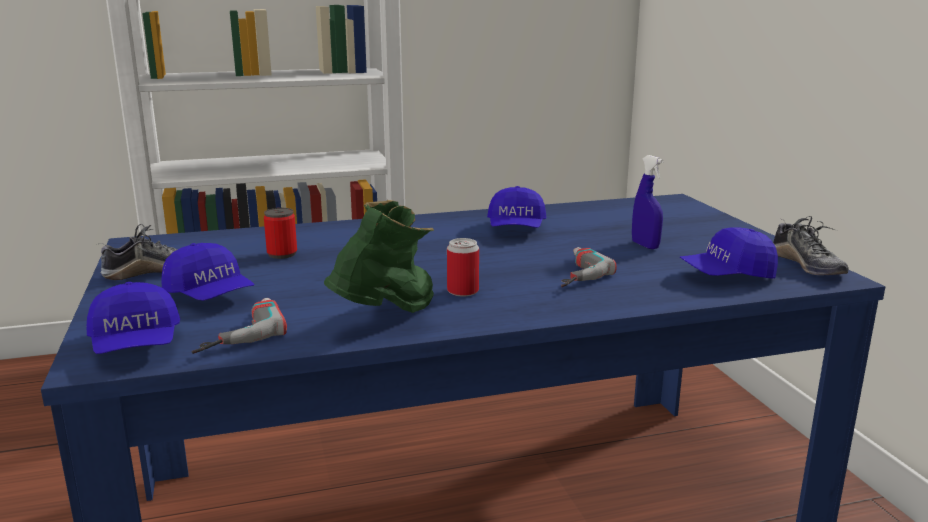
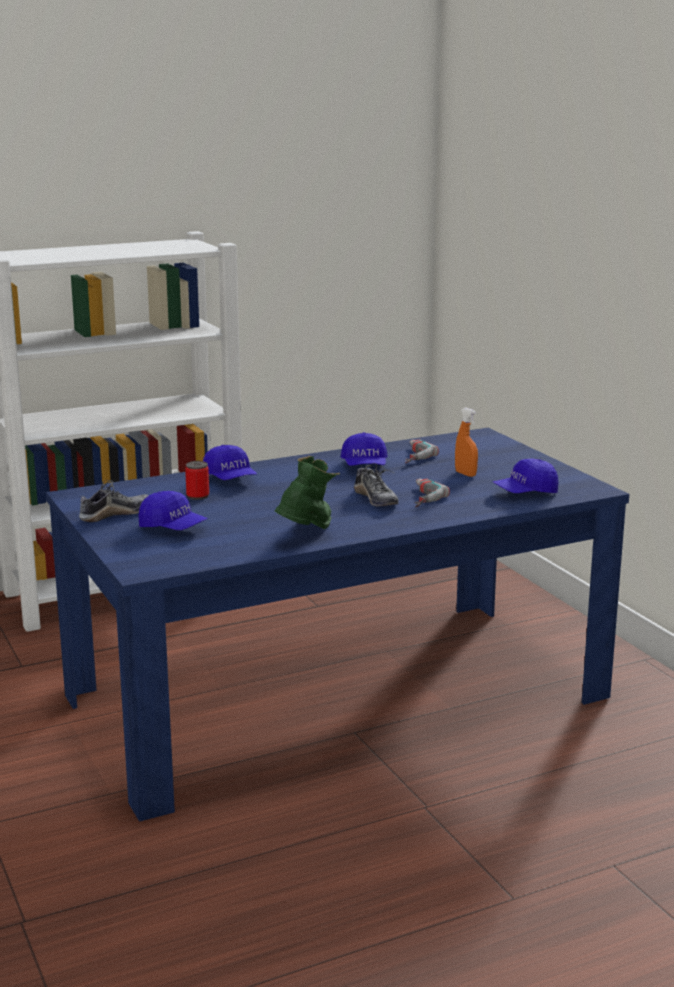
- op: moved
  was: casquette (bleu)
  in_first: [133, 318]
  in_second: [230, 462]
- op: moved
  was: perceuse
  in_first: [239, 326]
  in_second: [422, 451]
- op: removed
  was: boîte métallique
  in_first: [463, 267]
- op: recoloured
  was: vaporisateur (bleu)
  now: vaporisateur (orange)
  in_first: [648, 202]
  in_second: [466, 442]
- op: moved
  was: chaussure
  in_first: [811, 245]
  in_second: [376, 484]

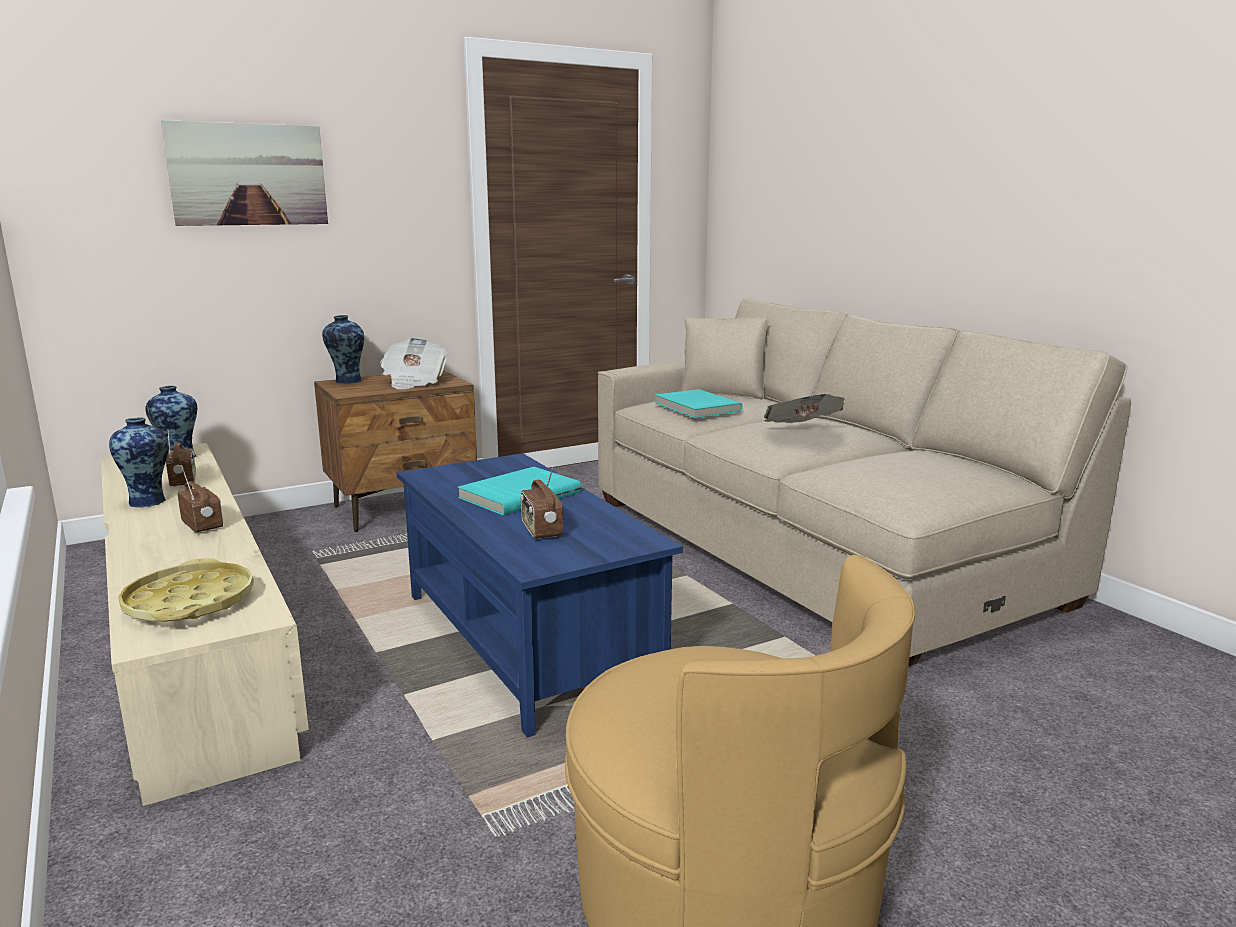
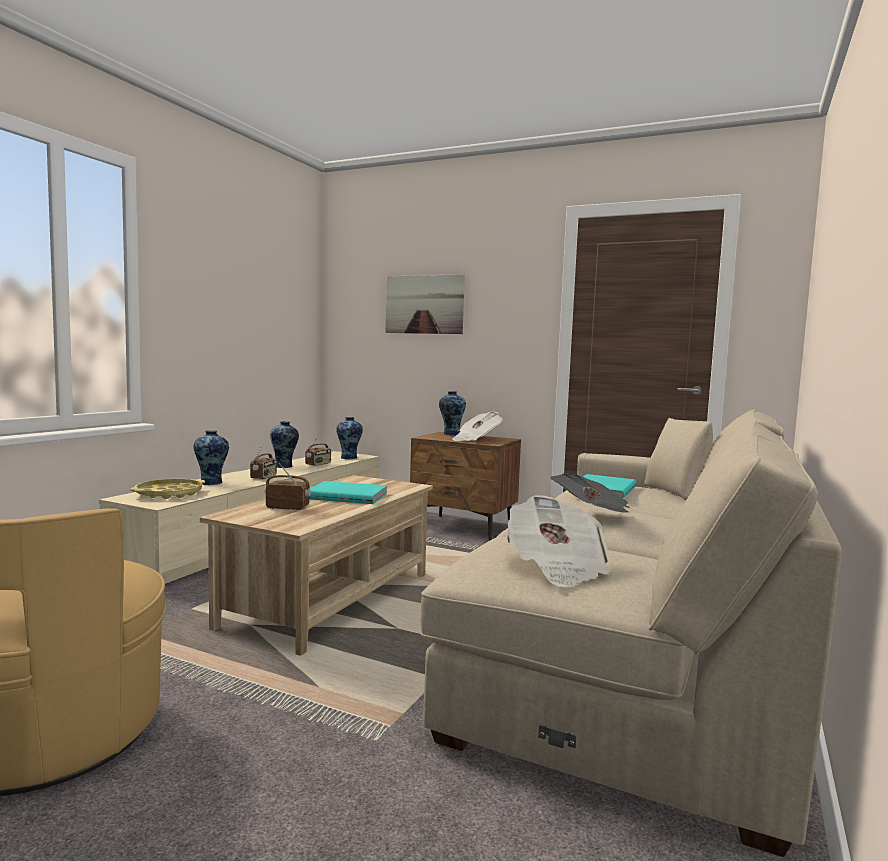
- op: recoloured
  was: table basse (bleu)
  now: table basse (beige)
  in_first: [539, 595]
  in_second: [316, 565]
- op: turned
  was: radio
  in_first: [541, 503]
  in_second: [287, 487]
  clockwise: 60
- op: added
  now: vase
  in_second: [211, 457]
- op: added
  now: journal
  in_second: [558, 541]

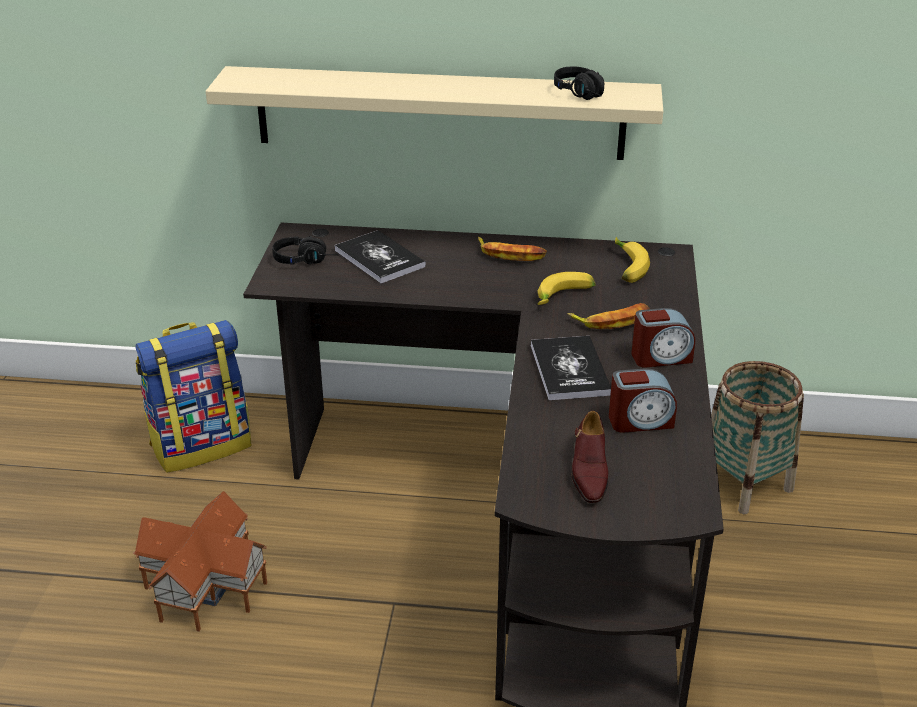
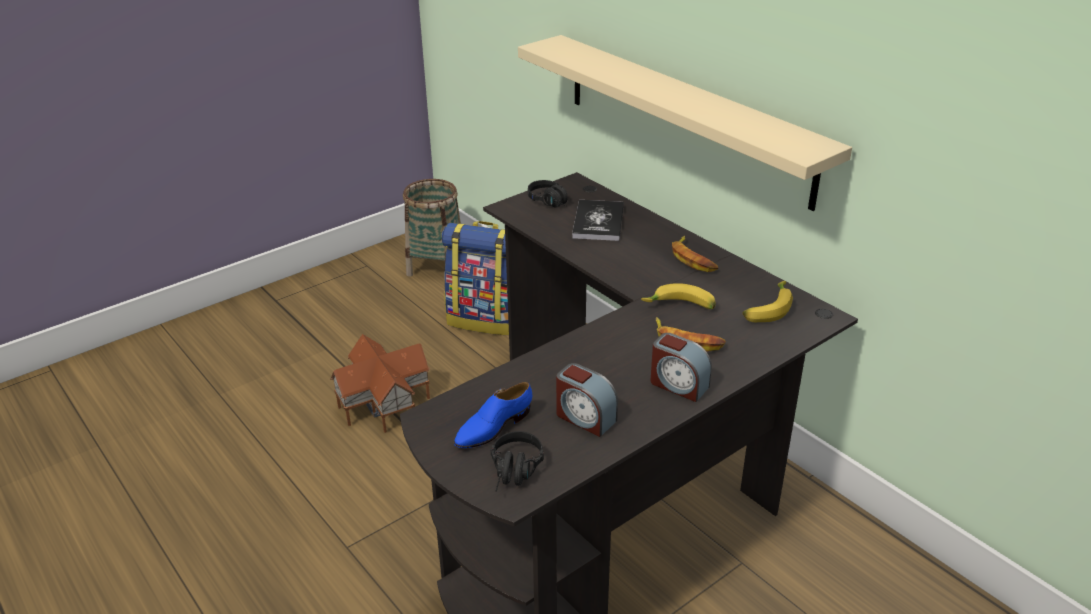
- op: removed
  was: livre
  in_first: [571, 368]
- op: moved
  was: casque audio (noir)
  in_first: [579, 83]
  in_second: [517, 461]
- op: recoloured
  was: chaussure (marron)
  now: chaussure (bleu)
  in_first: [590, 457]
  in_second: [493, 415]
- op: moved
  was: panier
  in_first: [757, 437]
  in_second: [432, 228]

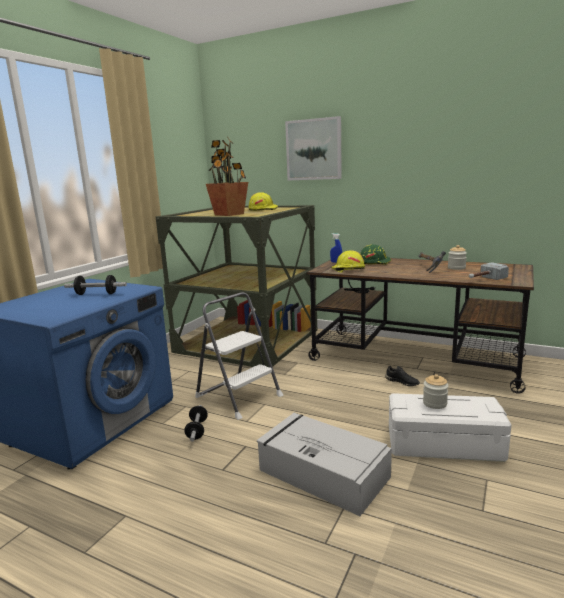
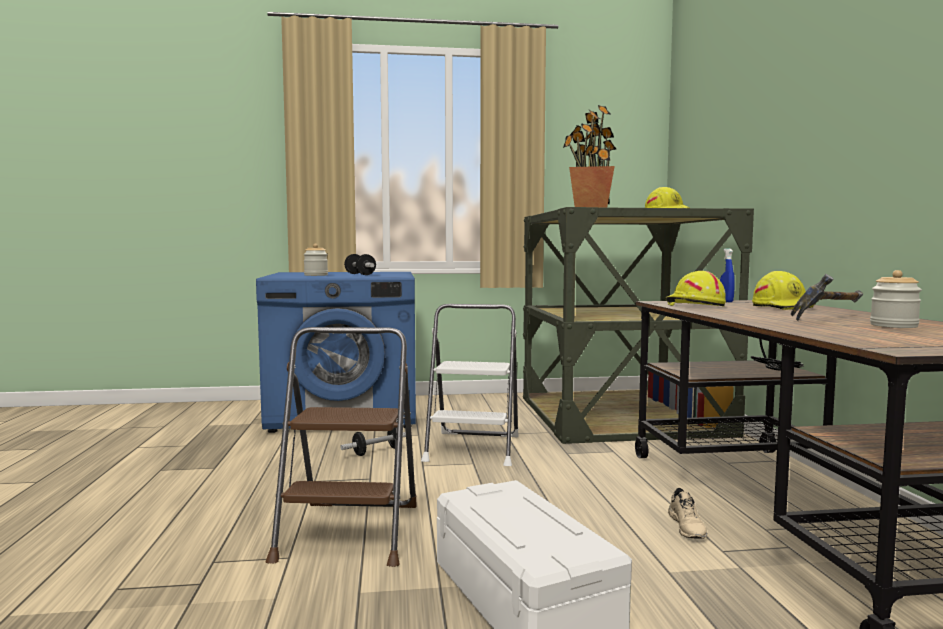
- op: replaced
  was: boîte de rangement (gris)
  now: escabeau (marron)
  in_first: [324, 464]
  in_second: [341, 447]
- op: removed
  was: tableau
  in_first: [313, 148]
- op: recoloured
  was: casque de chantier (vert)
  now: casque de chantier (jaune)
  in_first: [375, 255]
  in_second: [784, 290]
- op: recoloured
  was: chaussure (noir)
  now: chaussure (beige)
  in_first: [402, 376]
  in_second: [687, 513]
- op: moved
  was: bocal
  in_first: [436, 391]
  in_second: [316, 260]
- op: removed
  was: marteau
  in_first: [489, 271]

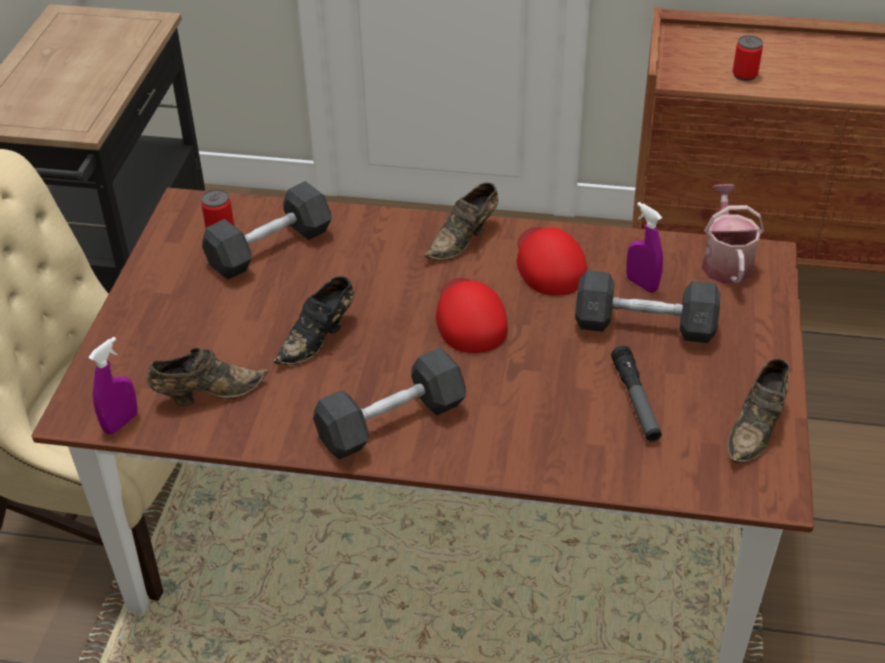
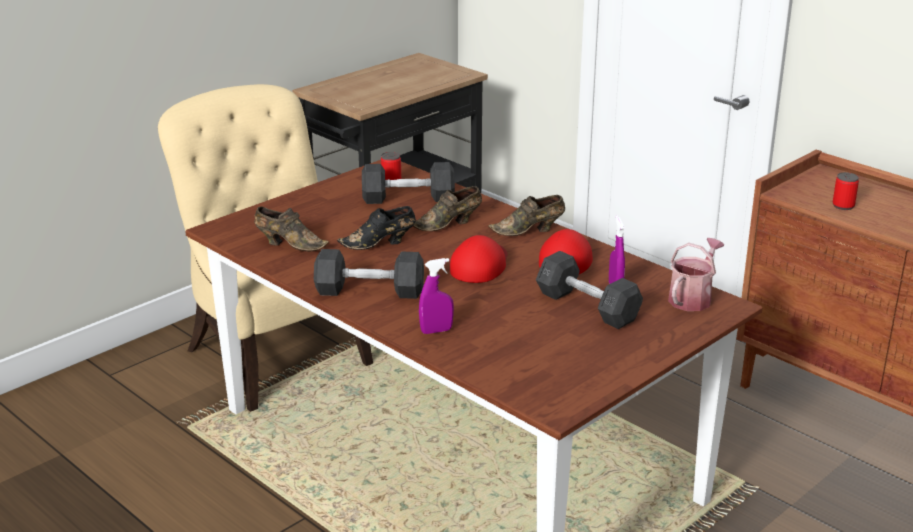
- op: moved
  was: vaporisateur (violet)
  in_first: [113, 385]
  in_second: [436, 296]
- op: removed
  was: lampe de poche
  in_first: [636, 394]
- op: moved
  was: chaussure (marron)
  in_first: [758, 411]
  in_second: [447, 208]

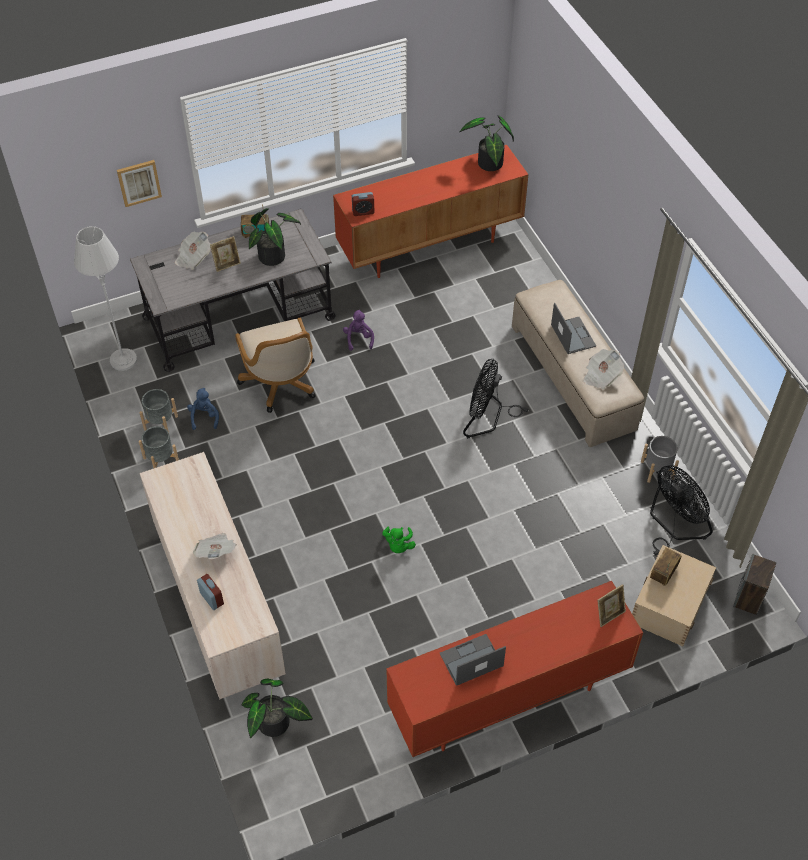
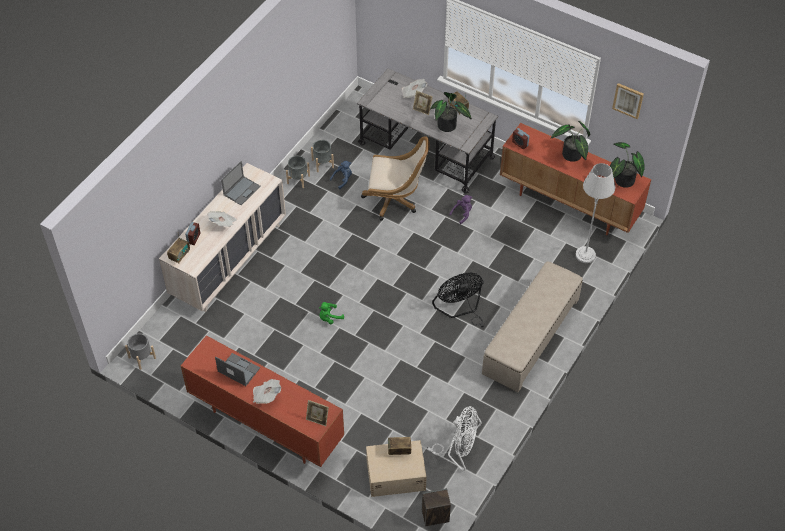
- op: moved
  was: lampadaire (gris)
  in_first: [105, 298]
  in_second: [595, 213]
- op: moved
  was: tableau
  in_first: [139, 183]
  in_second: [628, 101]
- op: turned
  was: chaise de bureau
  in_first: [275, 365]
  in_second: [395, 178]
  clockwise: -120
- op: moved
  was: plante en pot
  in_first: [277, 708]
  in_second: [570, 141]
- op: moved
  was: ordinateur portable
  in_first: [573, 328]
  in_second: [241, 183]
- op: moved
  was: journal
  in_first: [603, 369]
  in_second: [267, 391]
- op: moved
  was: cache-pot (gris)
  in_first: [660, 459]
  in_second: [140, 351]
- op: recoloured
  was: ventilateur (noir)
  now: ventilateur (blanc)
  in_first: [681, 510]
  in_second: [454, 439]
- op: added
  now: radio
  in_second: [178, 249]

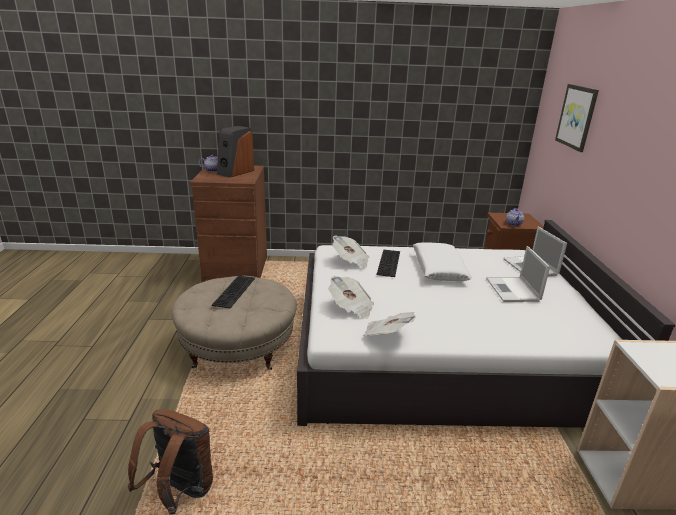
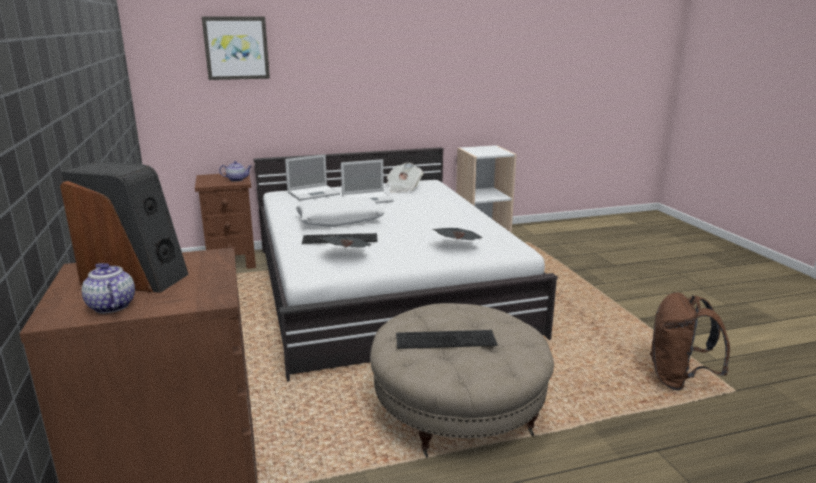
- op: moved
  was: journal
  in_first: [389, 324]
  in_second: [405, 178]

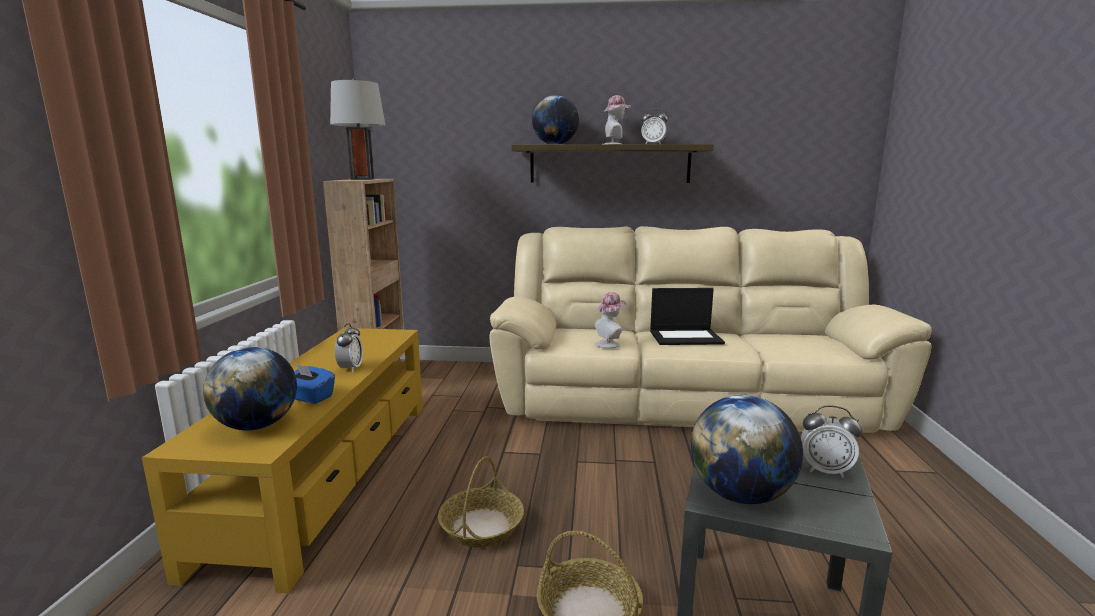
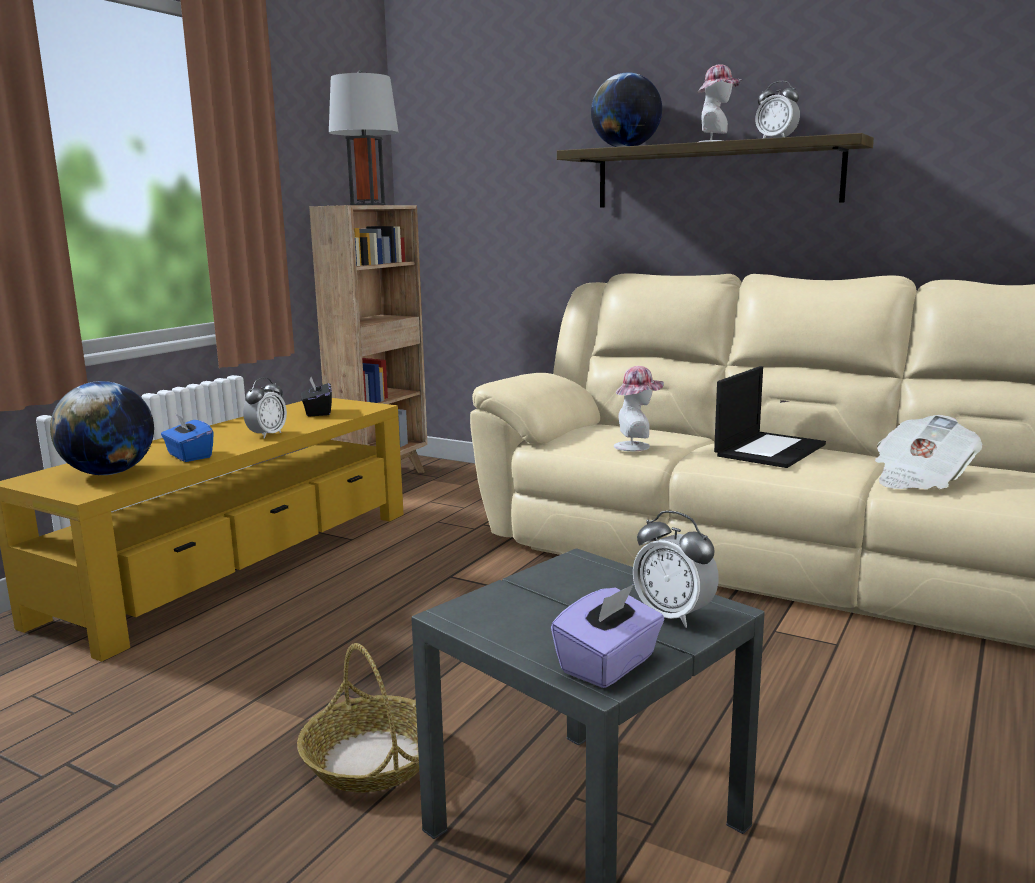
- op: removed
  was: panier
  in_first: [481, 502]
- op: turned
  was: ordinateur portable
  in_first: [687, 316]
  in_second: [770, 417]
  clockwise: -75
- op: removed
  was: globe
  in_first: [746, 449]
- op: added
  now: boîte à mouchoirs (noir)
  in_second: [316, 397]
- op: added
  now: boîte à mouchoirs (violet)
  in_second: [608, 636]
- op: added
  now: journal
  in_second: [928, 452]

